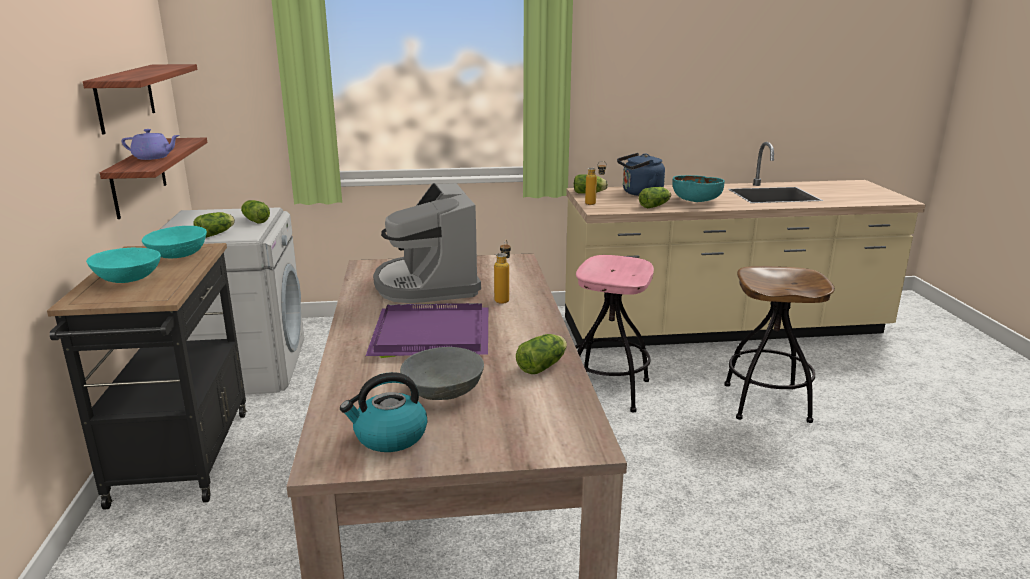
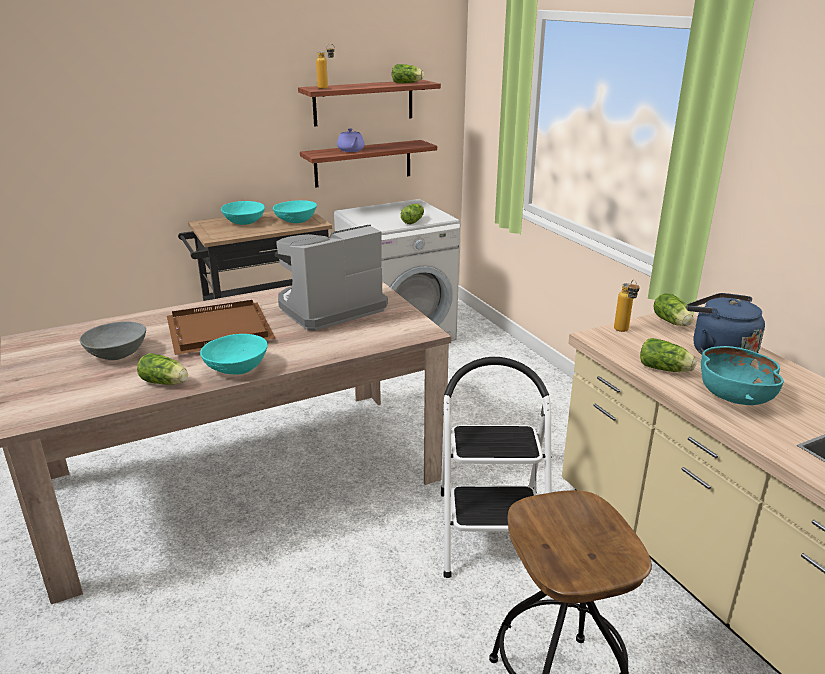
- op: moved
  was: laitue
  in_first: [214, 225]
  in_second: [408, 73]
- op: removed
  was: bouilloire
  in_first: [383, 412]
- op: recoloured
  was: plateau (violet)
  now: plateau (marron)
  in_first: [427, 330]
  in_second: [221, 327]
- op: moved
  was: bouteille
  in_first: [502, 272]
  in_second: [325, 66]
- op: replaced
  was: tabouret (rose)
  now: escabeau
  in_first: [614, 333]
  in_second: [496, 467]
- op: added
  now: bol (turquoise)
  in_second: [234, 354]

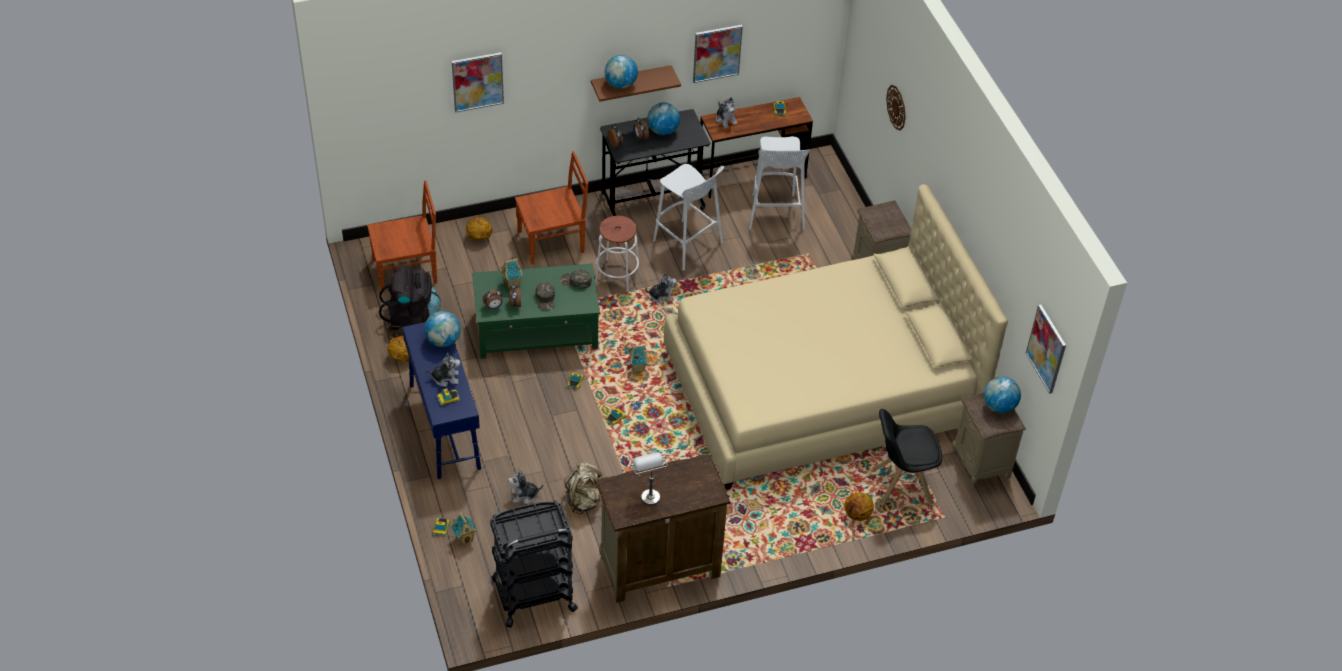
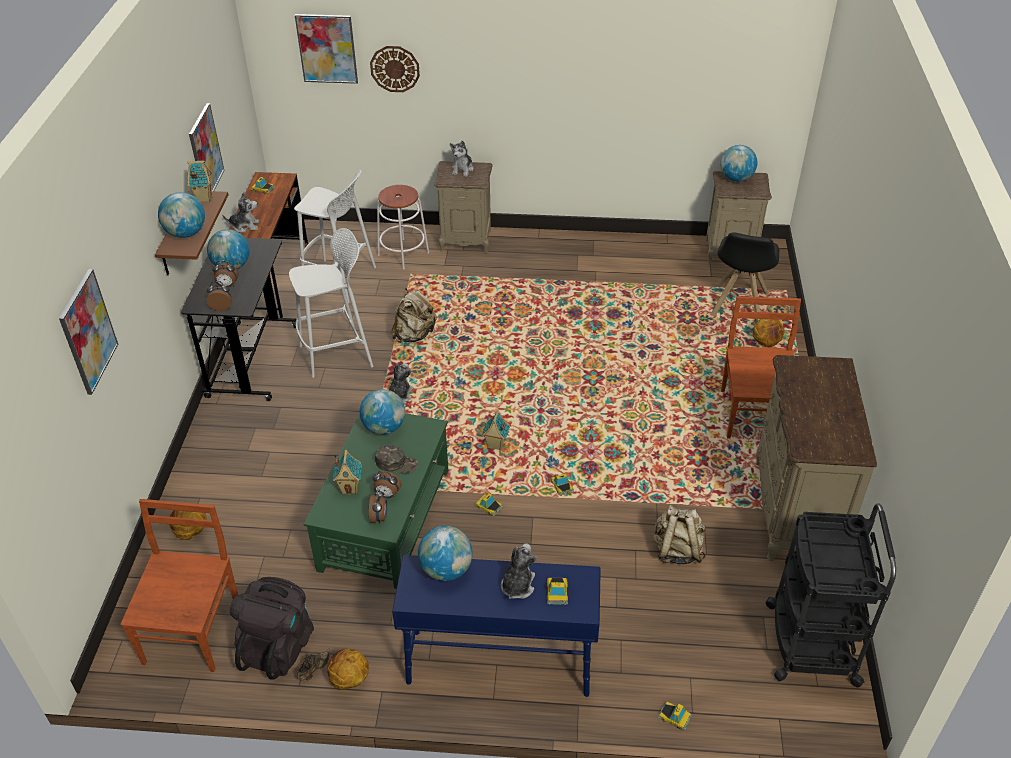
- op: moved
  was: maison miniature
  in_first: [464, 528]
  in_second: [199, 181]
- op: moved
  was: peluche
  in_first: [525, 486]
  in_second: [462, 159]
- op: moved
  was: chaise (marron)
  in_first: [551, 207]
  in_second: [761, 367]
- op: replaced
  was: casquette (vert)
  now: globe
  in_first: [576, 279]
  in_second: [382, 412]
- op: moved
  was: tabouret (blanc)
  in_first: [617, 254]
  in_second: [403, 227]
- op: removed
  was: lampe de table (gris)
  in_first: [649, 479]
- op: removed
  was: lit (beige)
  in_first: [836, 337]
- op: moved
  was: tableau
  in_first: [1046, 349]
  in_second: [326, 49]
- op: added
  now: sac à dos (beige)
  in_second: [414, 315]

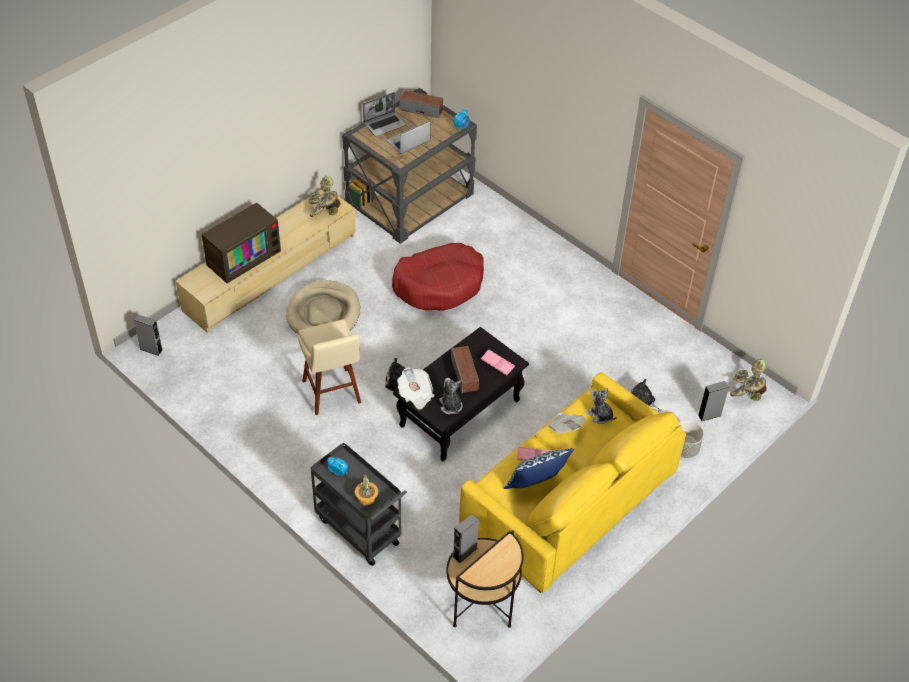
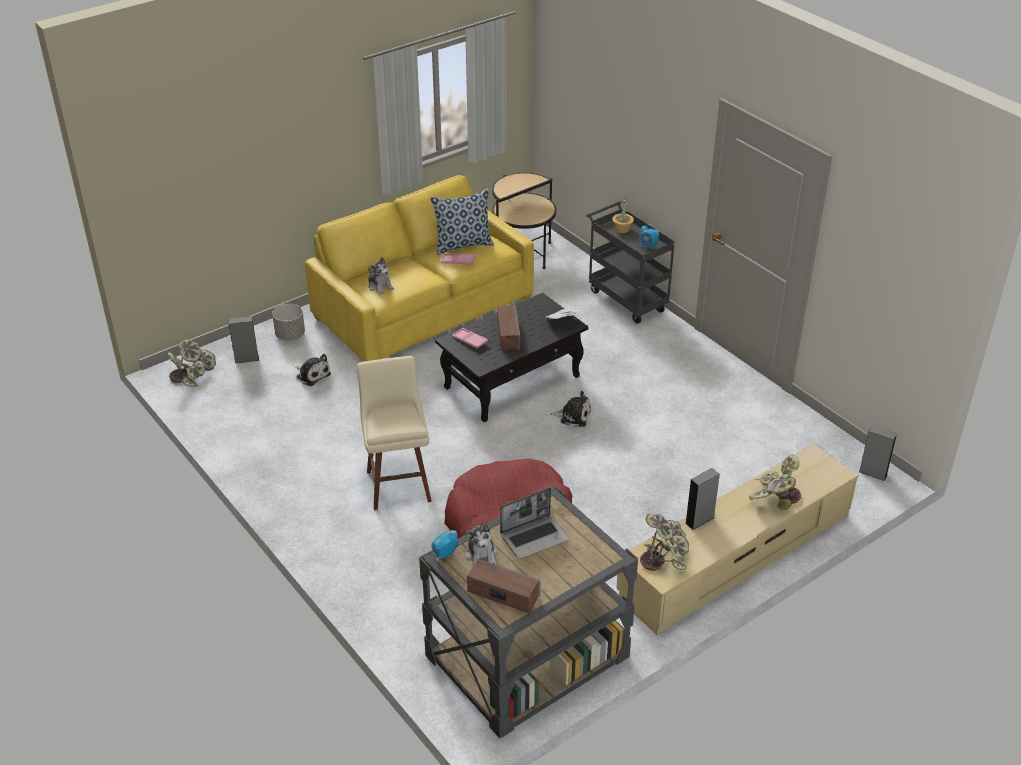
- op: replaced
  was: téléviseur
  now: plante en pot
  in_first: [241, 242]
  in_second: [775, 482]
- op: removed
  was: panier pour chien (beige)
  in_first: [323, 307]
- op: moved
  was: tabouret (beige)
  in_first: [329, 367]
  in_second: [394, 433]
- op: removed
  was: ordinateur portable
  in_first: [385, 114]
- op: moved
  was: peluche
  in_first: [450, 396]
  in_second: [481, 544]
- op: moved
  was: enceinte (gris)
  in_first: [466, 538]
  in_second: [702, 499]
- op: removed
  was: journal
  in_first: [566, 423]

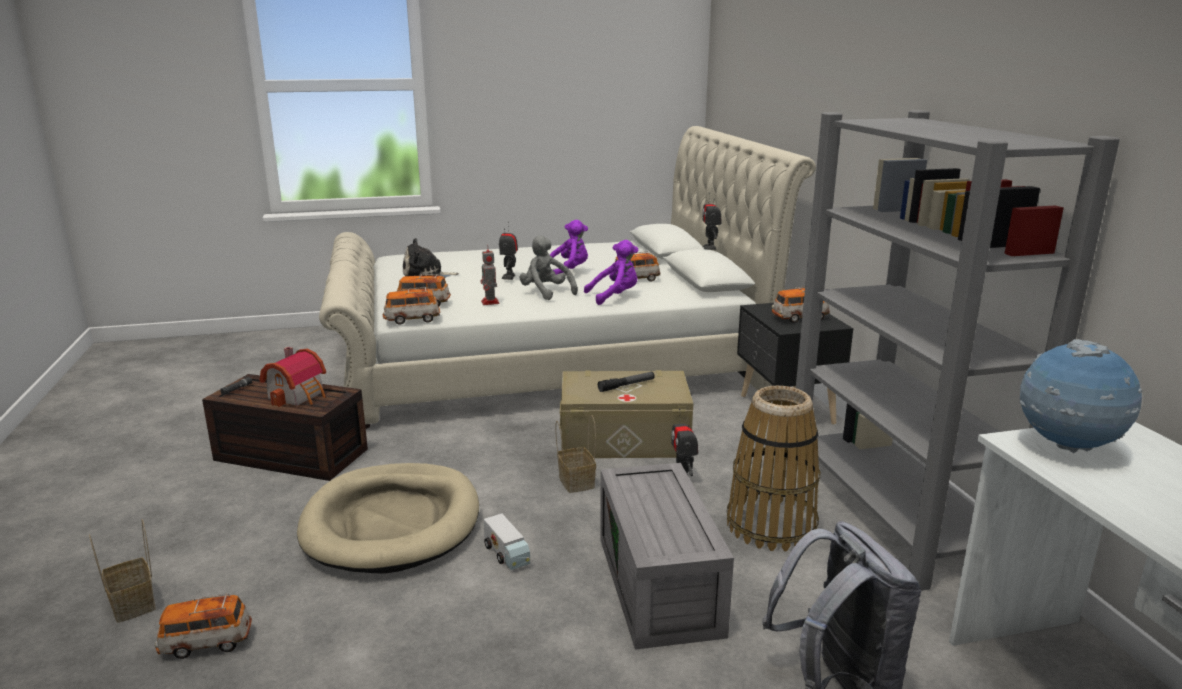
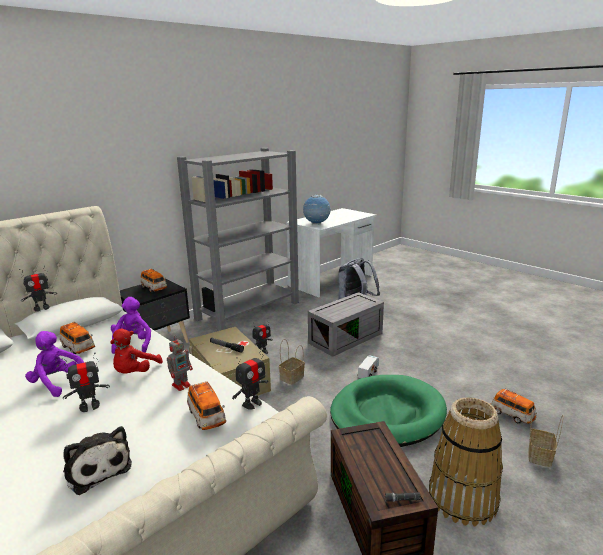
- op: removed
  was: maison miniature
  in_first: [293, 377]
- op: recoloured
  was: panier pour chien (beige)
  now: panier pour chien (vert)
  in_first: [388, 518]
  in_second: [388, 411]
- op: replaced
  was: petite voiture
  now: robot jouet
  in_first: [411, 306]
  in_second: [250, 379]
- op: recoloured
  was: peluche (gris)
  now: peluche (rouge)
  in_first: [549, 267]
  in_second: [136, 350]
- op: turned
  was: peluche (violet)
  in_first: [611, 272]
  in_second: [131, 325]
  clockwise: 45
- op: moved
  was: panier
  in_first: [774, 468]
  in_second: [466, 461]

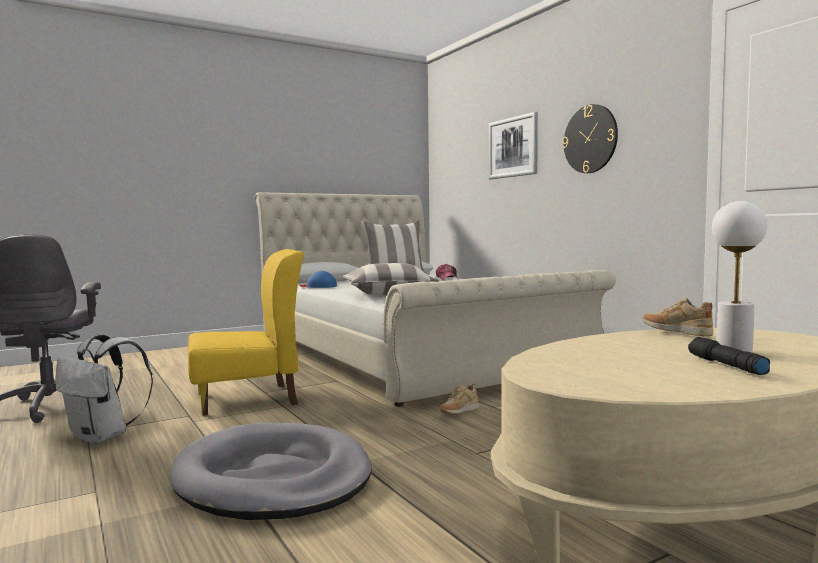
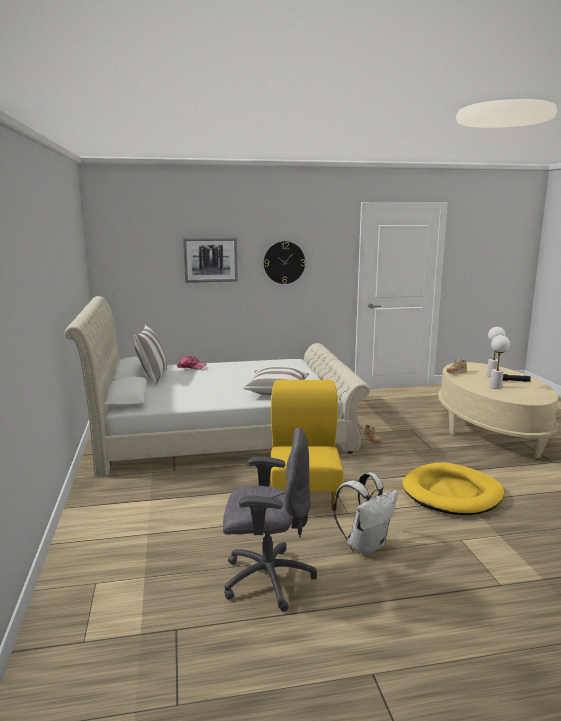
- op: recoloured
  was: panier pour chien (gris)
  now: panier pour chien (jaune)
  in_first: [270, 471]
  in_second: [453, 489]
- op: removed
  was: casquette (bleu)
  in_first: [318, 279]
- op: added
  now: lampe de table (blanc)
  in_second: [500, 362]

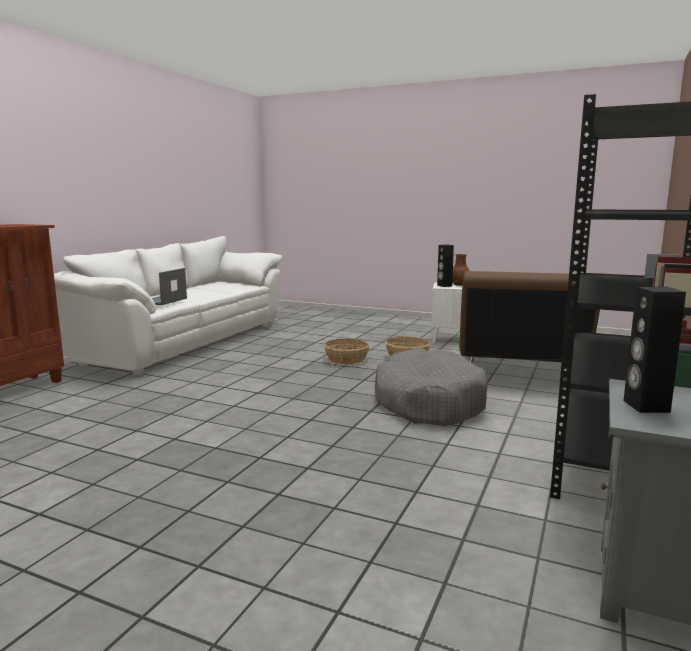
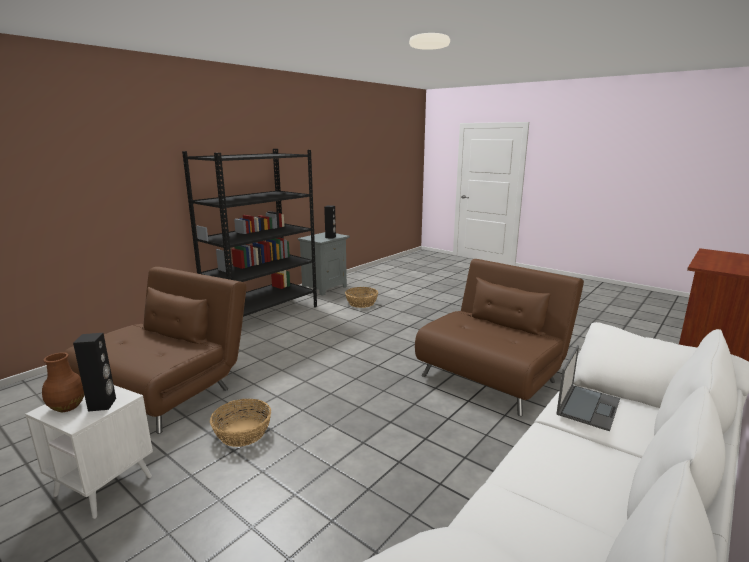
- op: moved
  was: panier
  in_first: [346, 352]
  in_second: [361, 297]
- op: removed
  was: panier pour chien (gris)
  in_first: [431, 387]
- op: added
  now: fauteuil (marron)
  in_second: [499, 337]

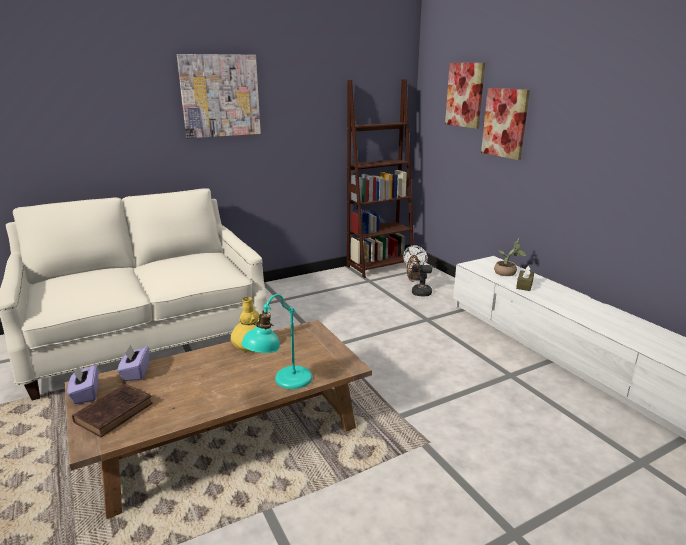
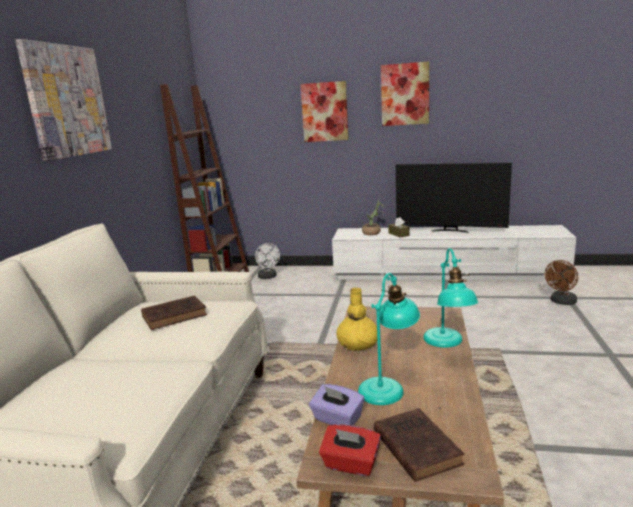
- op: recoloured
  was: boîte à mouchoirs (violet)
  now: boîte à mouchoirs (rouge)
  in_first: [82, 384]
  in_second: [350, 450]
- op: moved
  was: ventilateur (marron)
  in_first: [419, 275]
  in_second: [561, 282]
- op: moved
  was: tableau
  in_first: [465, 96]
  in_second: [405, 93]
- op: added
  now: livre (marron)
  in_second: [174, 312]
- op: added
  now: lampe de table (turquoise)
  in_second: [389, 339]
- op: added
  now: téléviseur
  in_second: [454, 198]

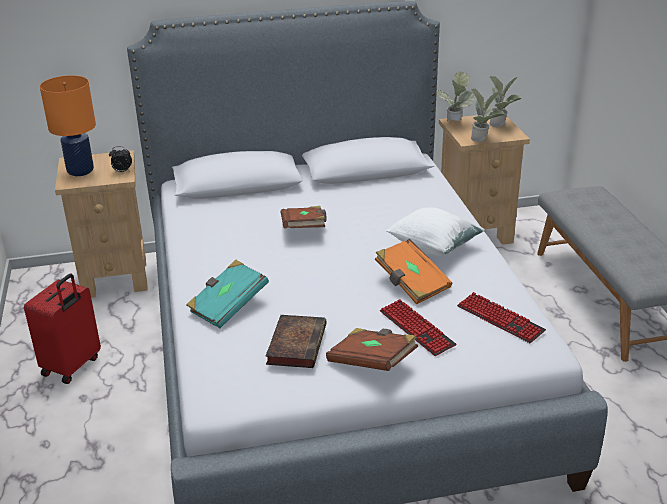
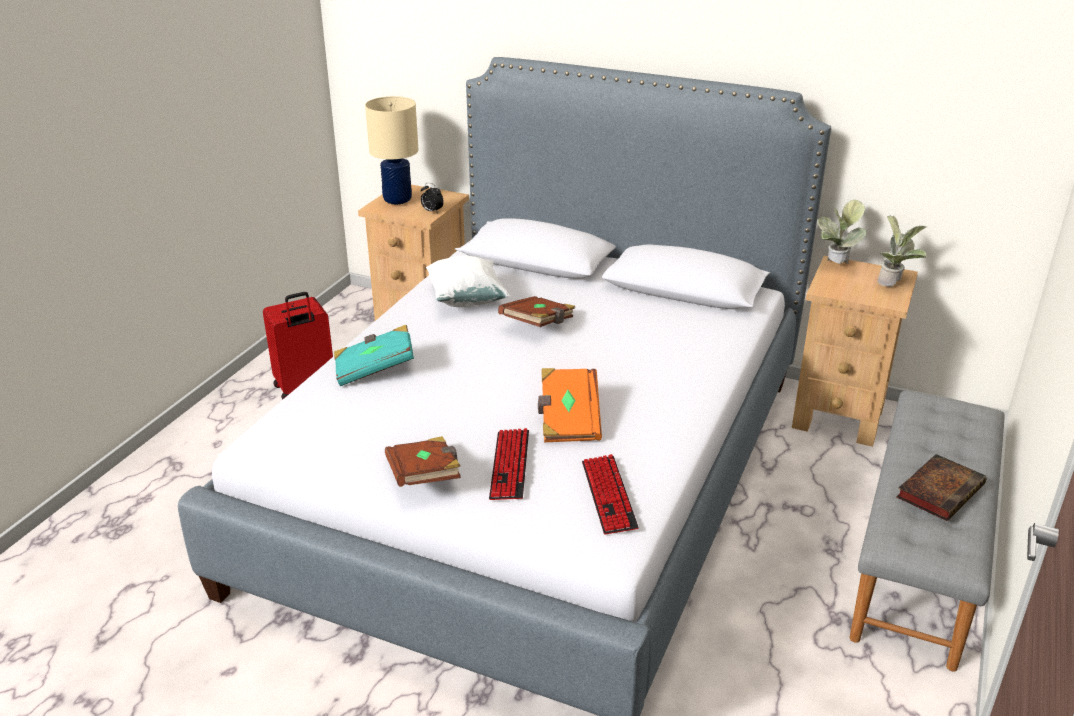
- op: recoloured
  was: lampe de table (orange)
  now: lampe de table (beige)
  in_first: [68, 125]
  in_second: [391, 150]
- op: moved
  was: livre
  in_first: [296, 341]
  in_second: [941, 487]
- op: moved
  was: coussin (blanc)
  in_first: [435, 231]
  in_second: [468, 281]
- op: removed
  was: plante en pot
  in_first: [488, 115]

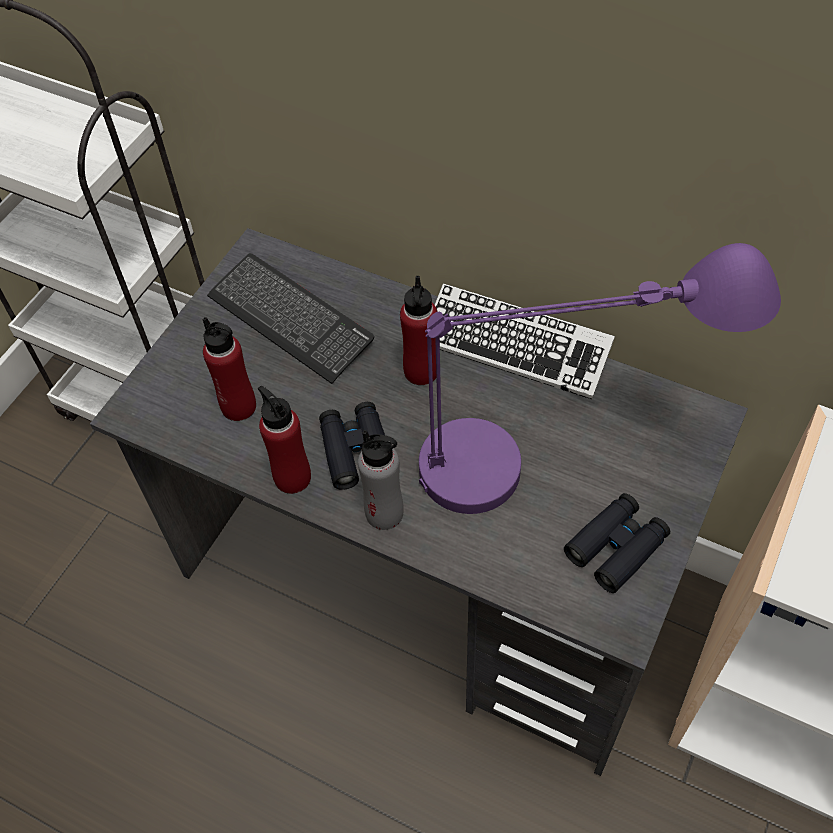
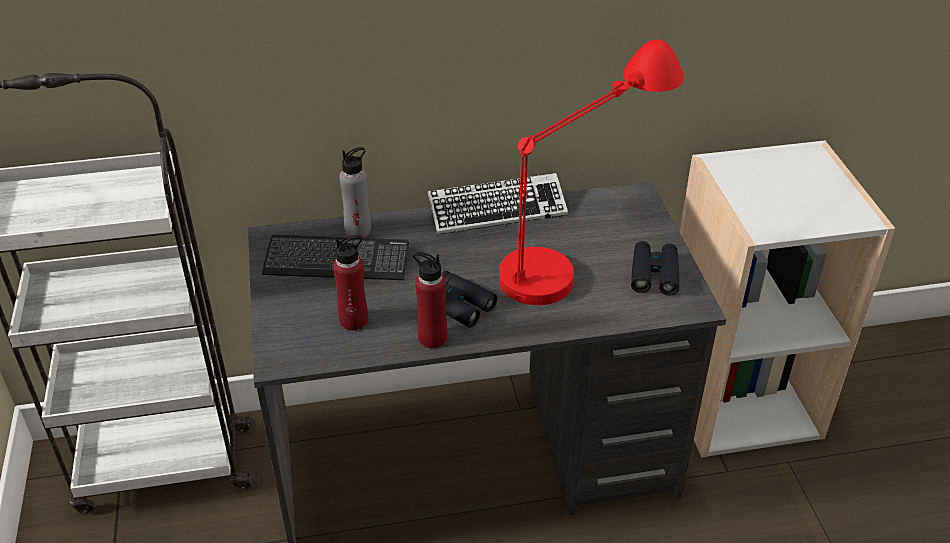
- op: moved
  was: bouteille (gris)
  in_first: [381, 480]
  in_second: [355, 192]
- op: removed
  was: bouteille (rouge)
  in_first: [418, 330]
- op: recoloured
  was: lampe de table (violet)
  now: lampe de table (rouge)
  in_first: [600, 378]
  in_second: [591, 172]

